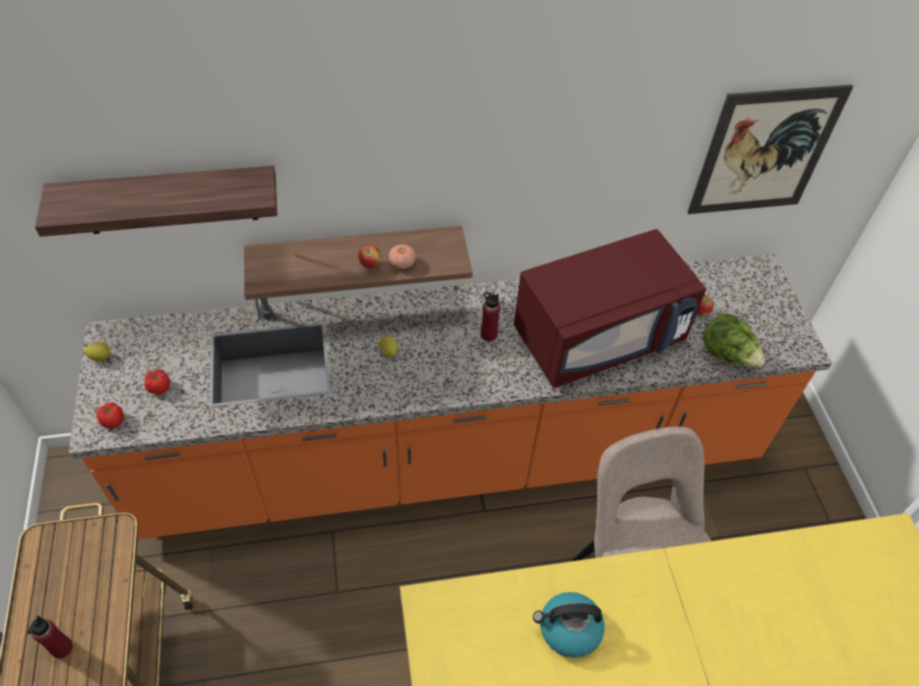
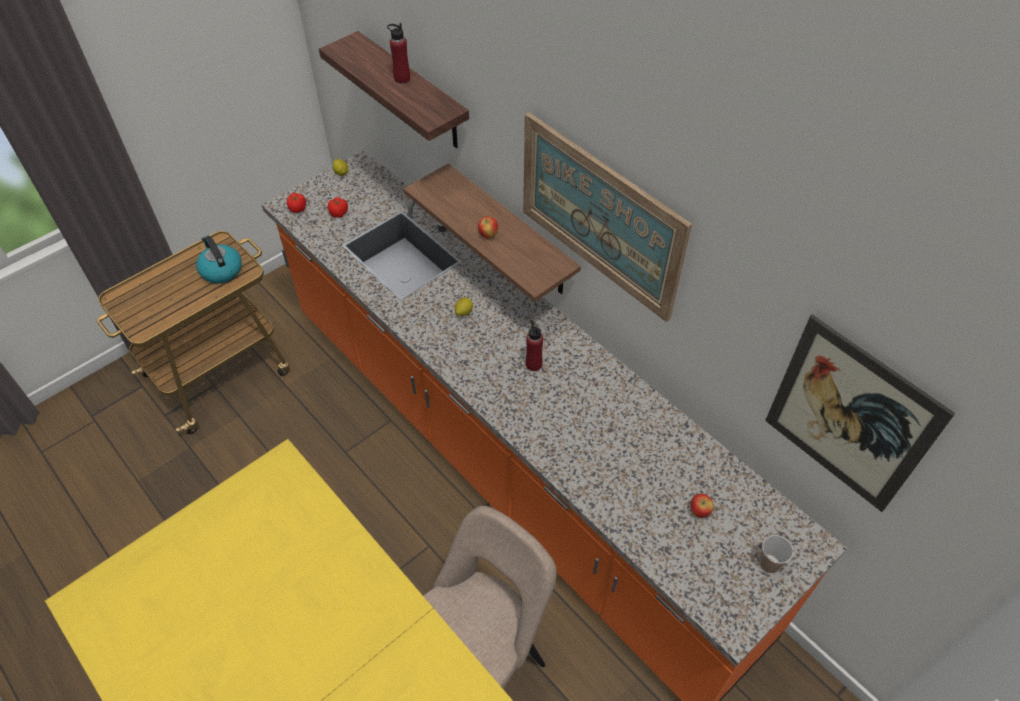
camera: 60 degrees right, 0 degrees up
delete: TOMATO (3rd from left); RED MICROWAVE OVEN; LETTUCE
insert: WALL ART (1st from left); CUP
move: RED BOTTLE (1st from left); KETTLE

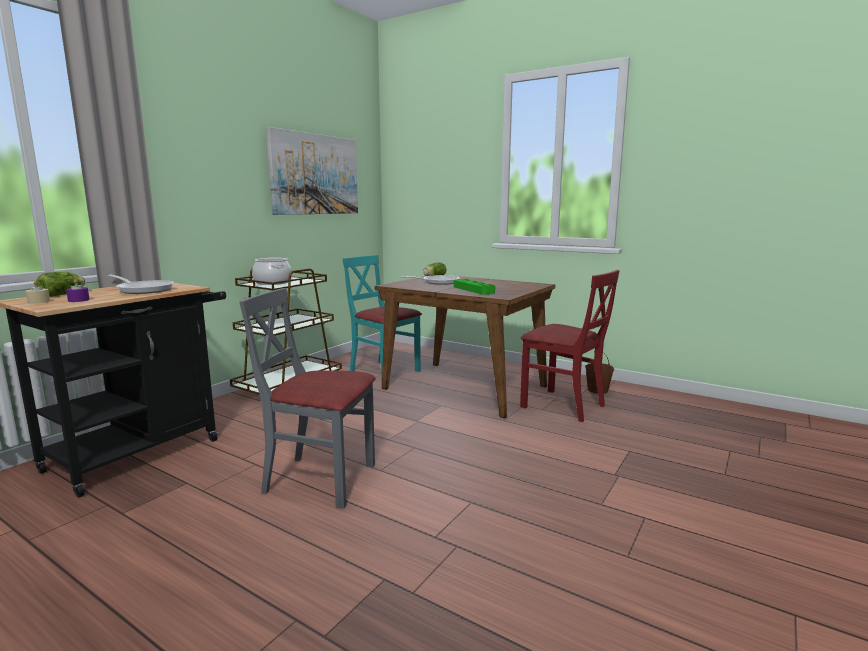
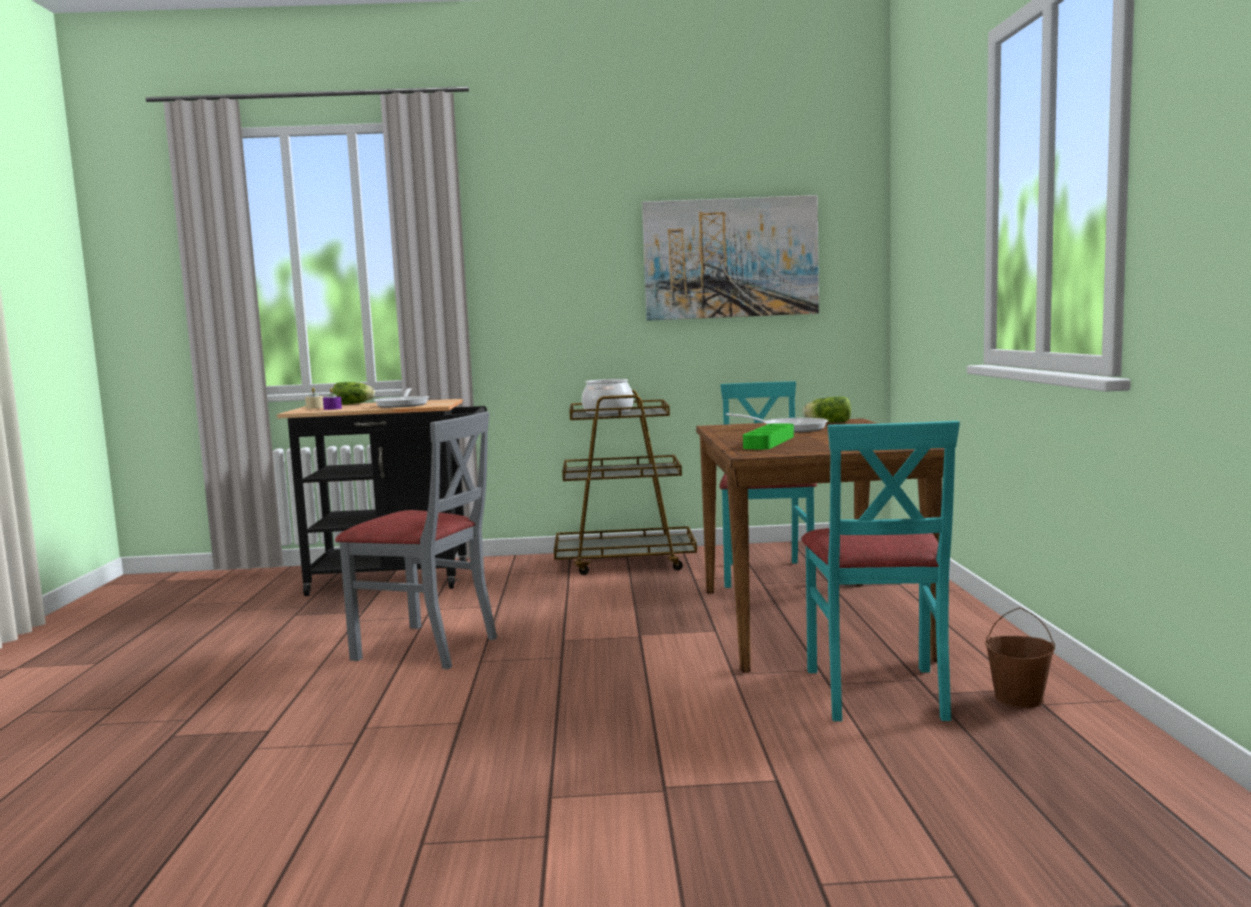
camera: 55 degrees right, 5 degrees down
recolor: RED UPRIGHT CHAIR to TURQUOISE UPRIGHT CHAIR (2nd from left)
rotate: GREY UPRIGHT CHAIR 135 degrees clockwise

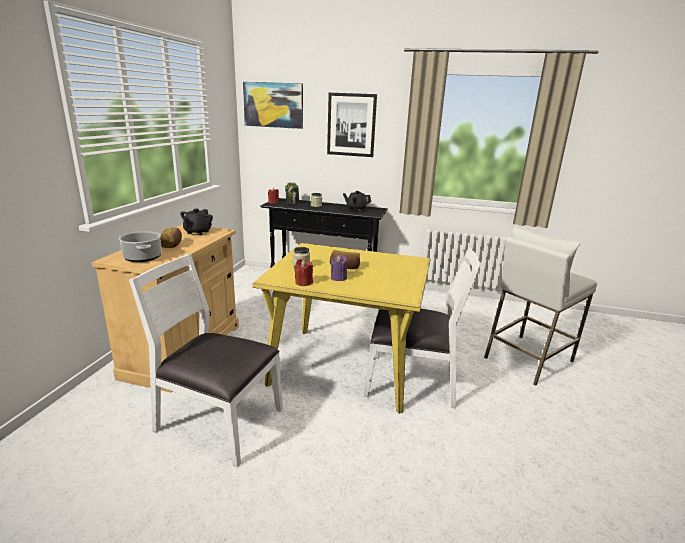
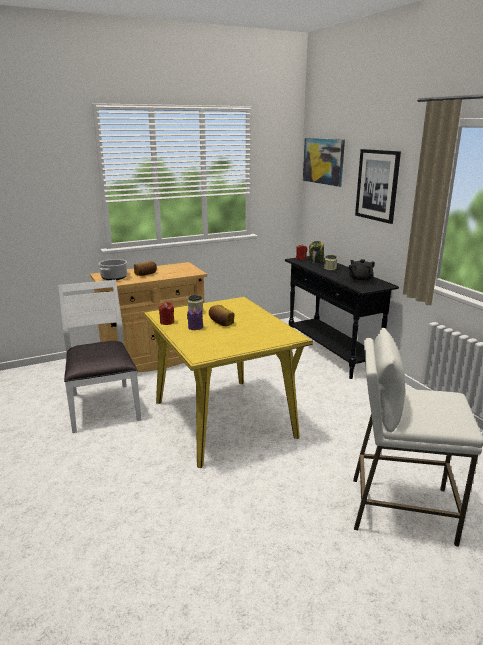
camera: 50 degrees right, 0 degrees up
delete: BLACKISH TEA POT (1st from left); WHITE UPRIGHT CHAIR (2nd from left)

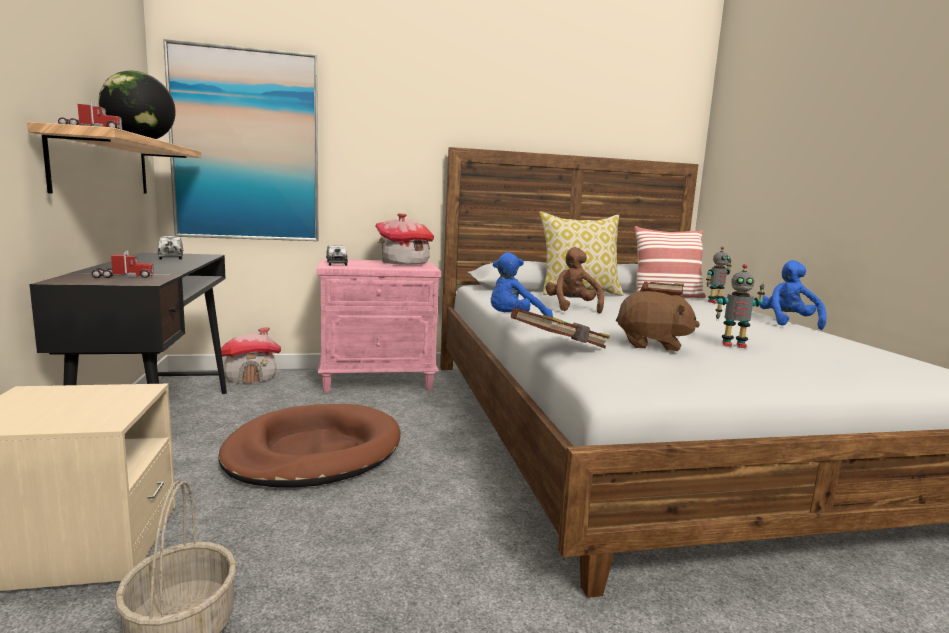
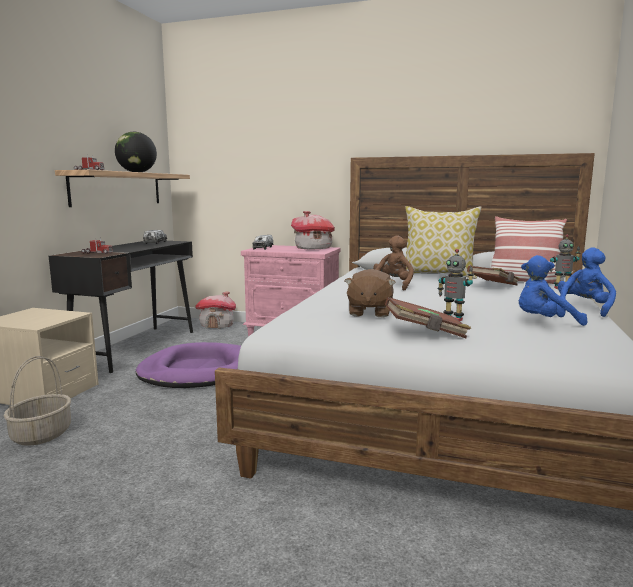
camera: 30 degrees right, 0 degrees up
delete: WALL ART
move: BLUE-COLOURED PLUSH TOY (1st from left); BROWN BOUND BOOK (1st from left)
recolor: BROWN DOG BED to PURPLE-COLOURED DOG BED
rotate: BROWN PLUSH TOY (2nd from left in the first image) 60 degrees clockwise

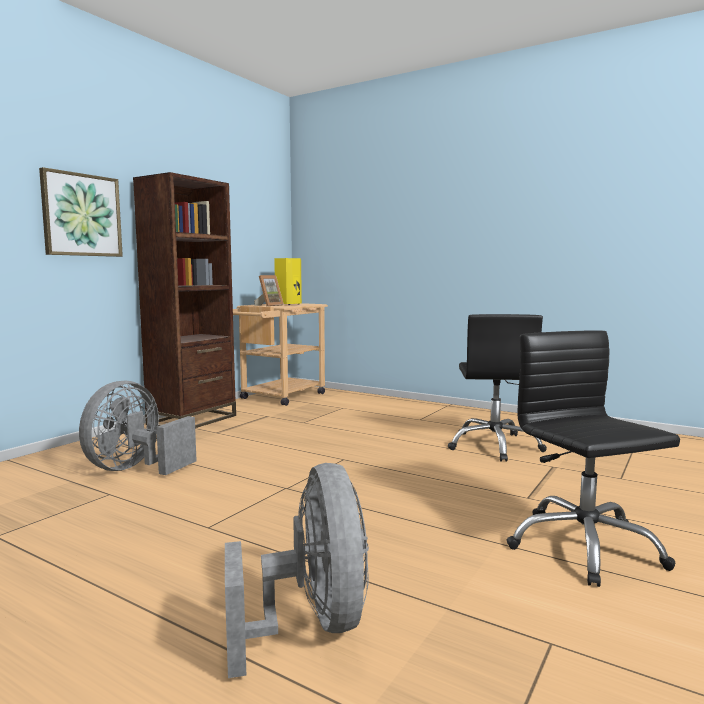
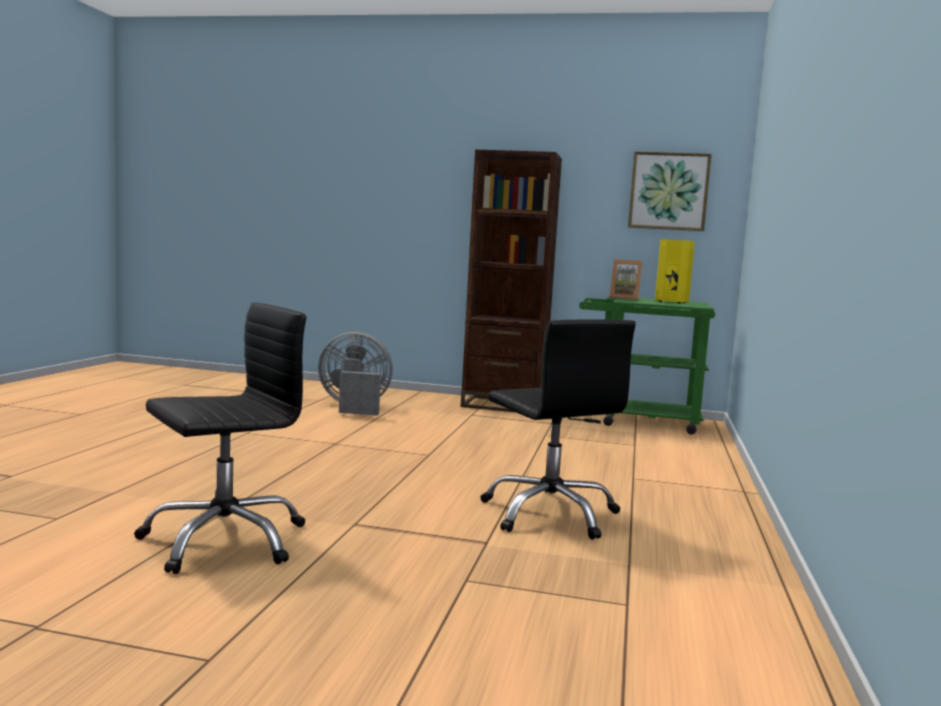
camera: 70 degrees right, 0 degrees up
delete: GREY FAN (2nd from left)
move: WALL ART
recolor: BEIGE WHEELED CART to GREEN WHEELED CART
rotate: BLACKISH OFFICE CHAIR (1st from left in the first image) 105 degrees counterclockwise

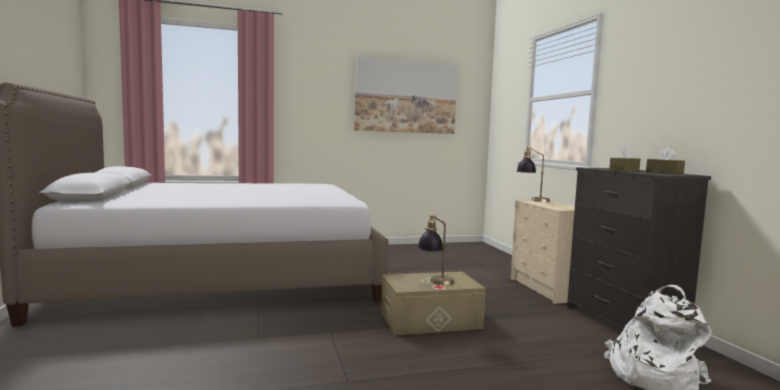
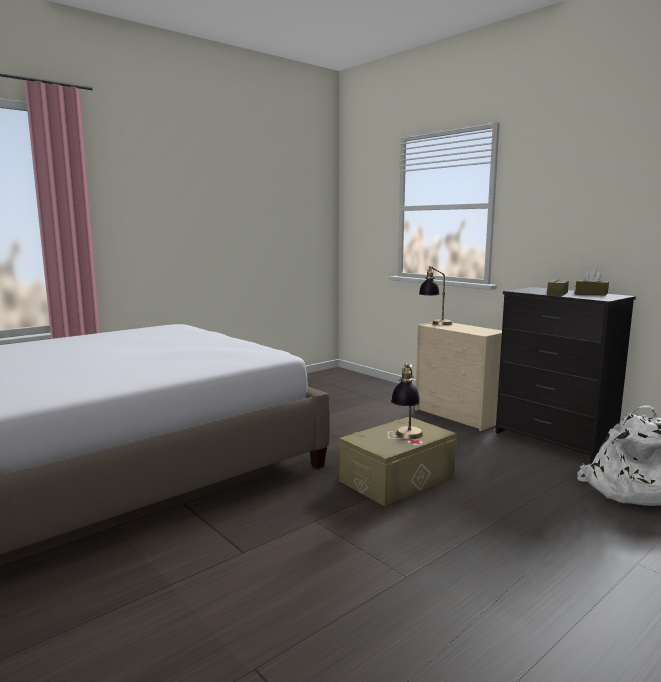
camera: 25 degrees left, 5 degrees up
delete: WALL ART

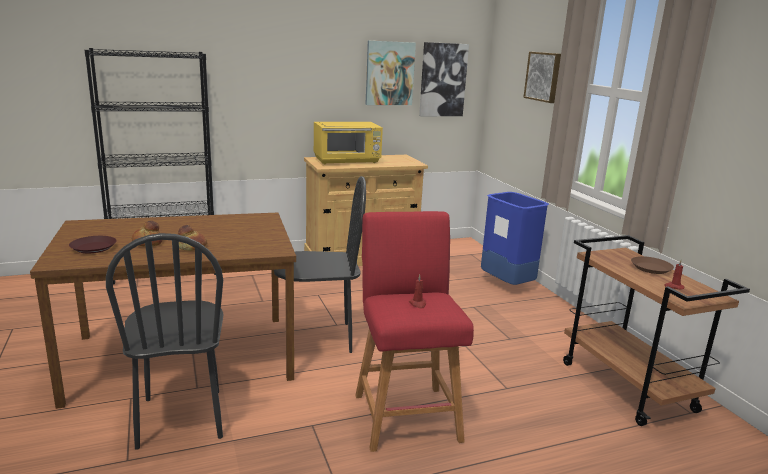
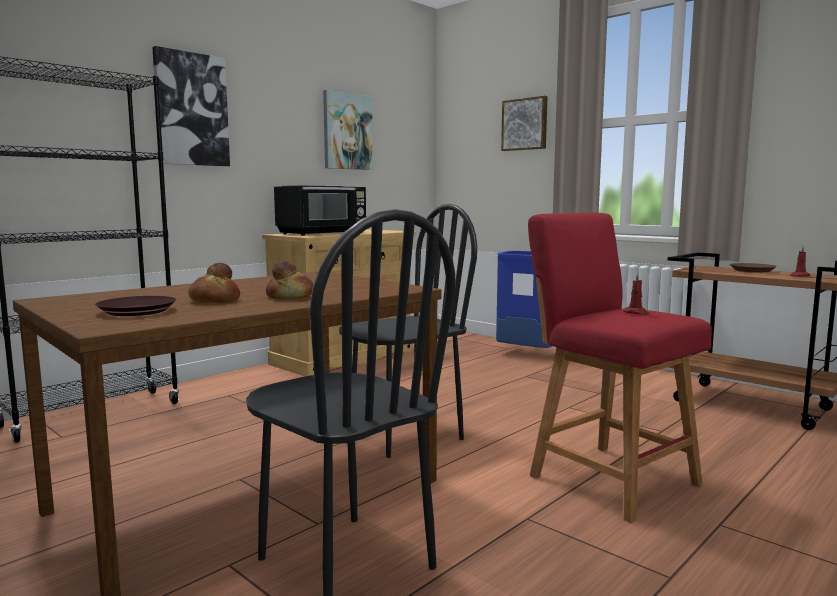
camera: 25 degrees left, 10 degrees down
move: WALL ART (2nd from left in the first image) to WALL ART (1st from left)
recolor: YELLOW-COLOURED MICROWAVE OVEN to BLACKISH MICROWAVE OVEN

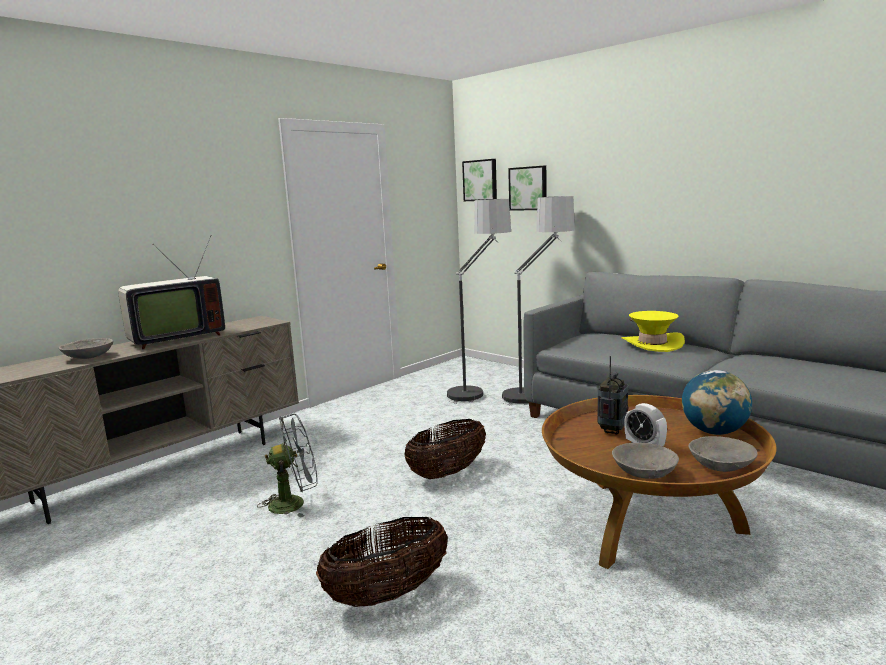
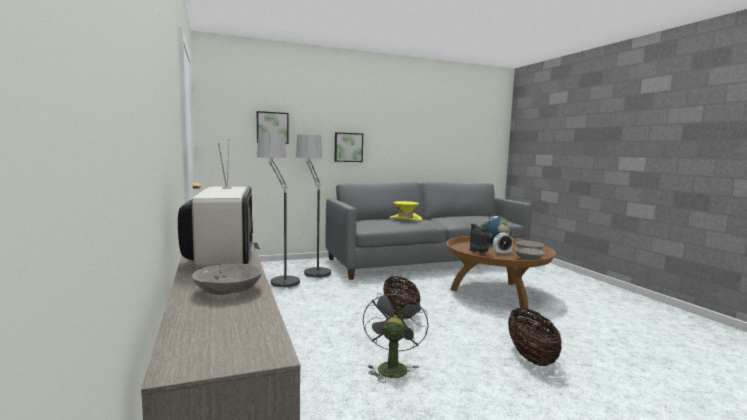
camera: 65 degrees left, 5 degrees down
move: WALL ART (1st from left in the first image) to WALL ART (2nd from left)

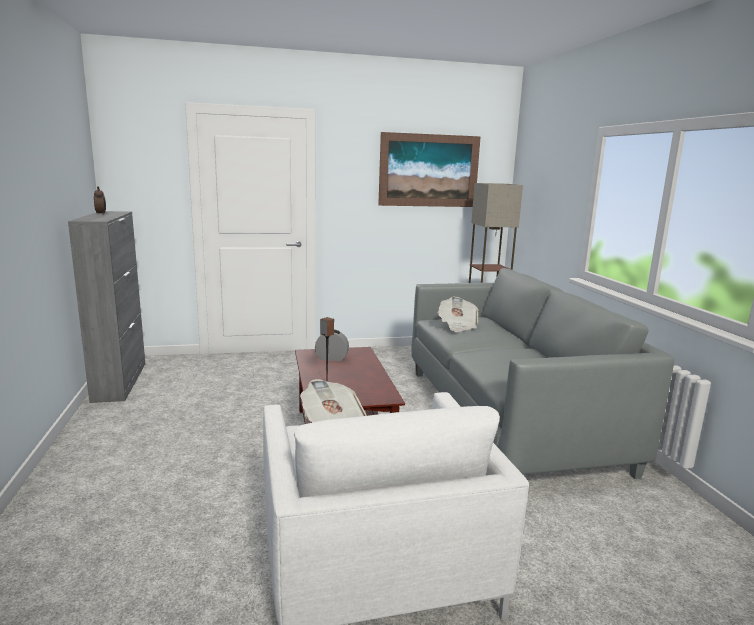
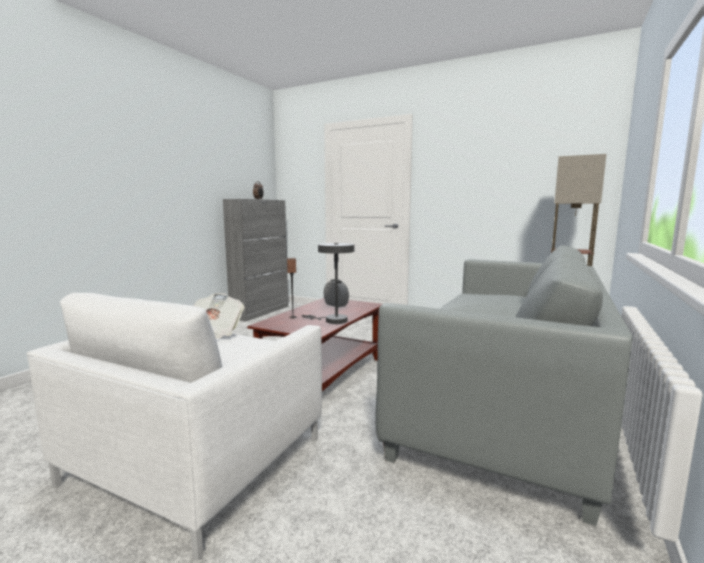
camera: 40 degrees right, 5 degrees down
delete: WALL ART; NEWSPAPER (2nd from left)
insert: GREY LAMP FOR A TABLE

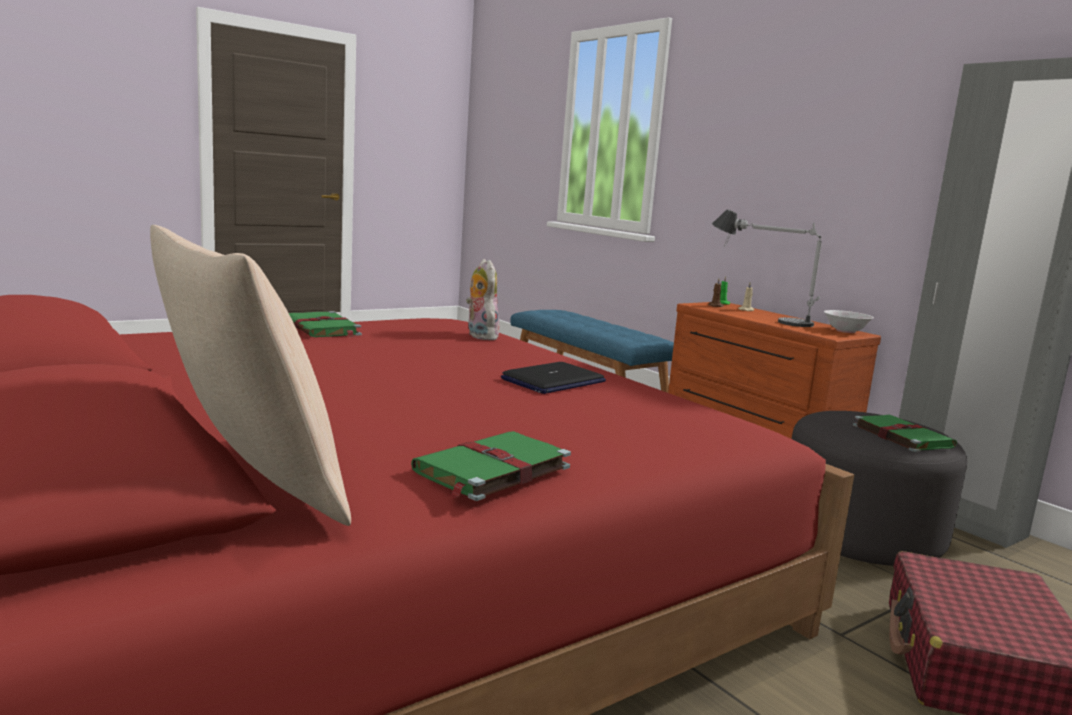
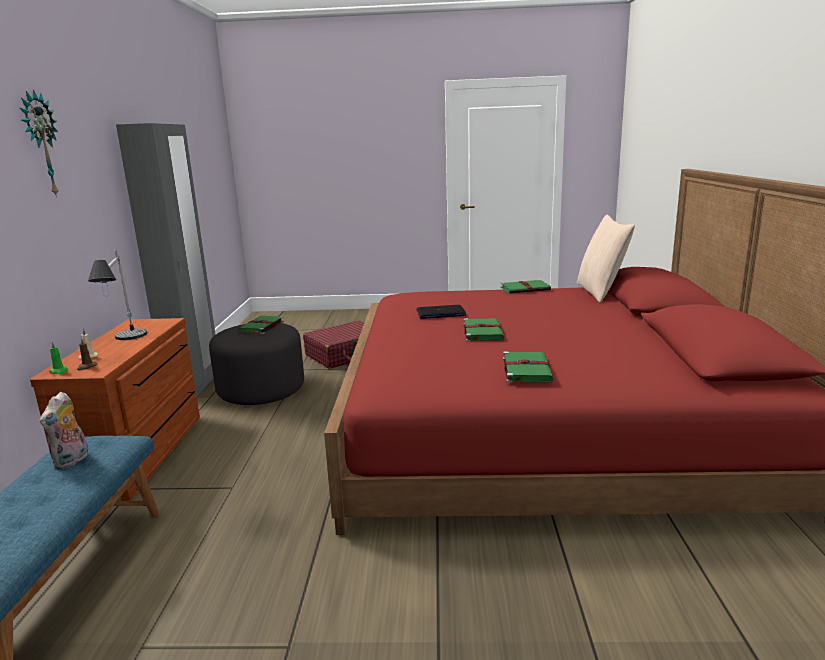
camera: 140 degrees left, 5 degrees up
delete: WHITE SERVING BOWL
insert: HANGING CLOCK; GREEN BOUND BOOK (2nd from left)
move: PLUSH TOY

